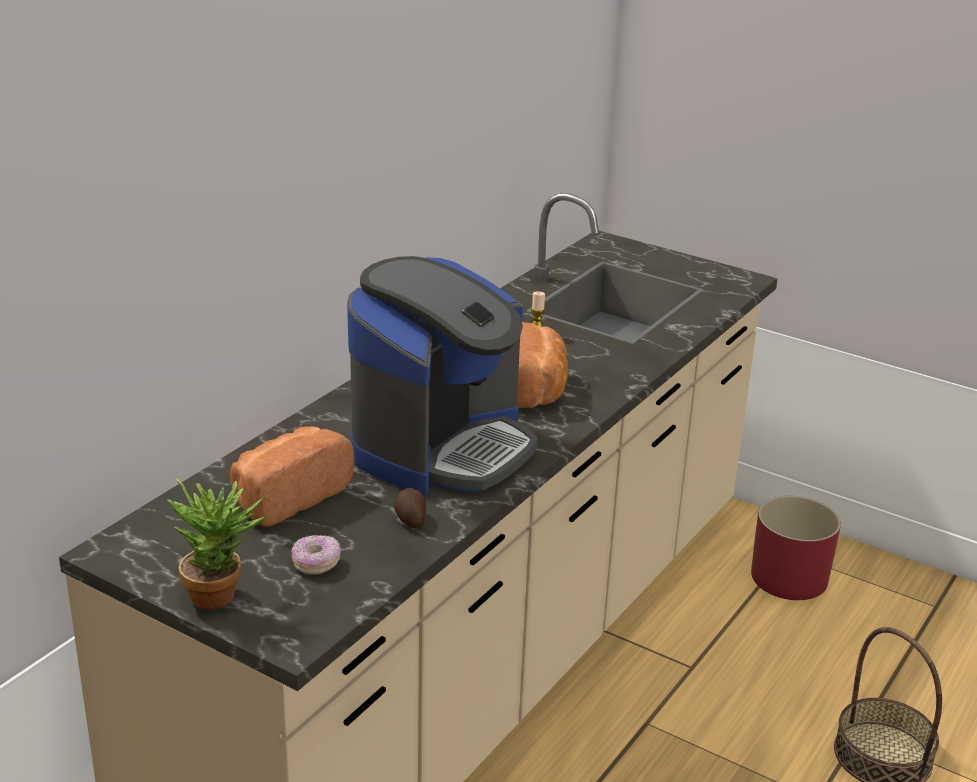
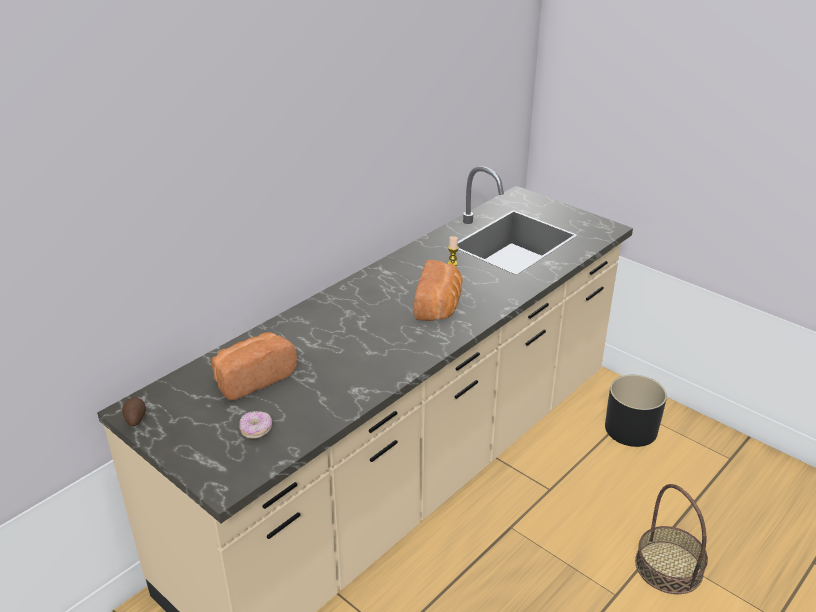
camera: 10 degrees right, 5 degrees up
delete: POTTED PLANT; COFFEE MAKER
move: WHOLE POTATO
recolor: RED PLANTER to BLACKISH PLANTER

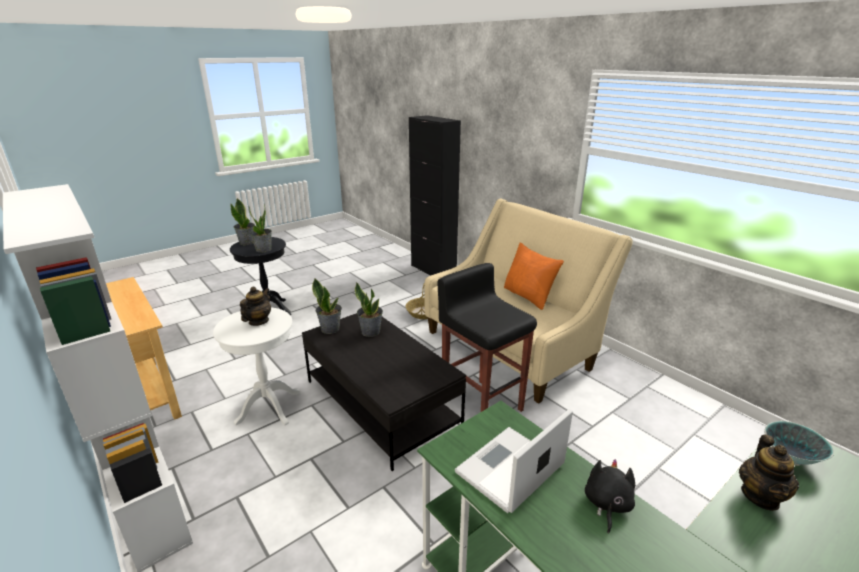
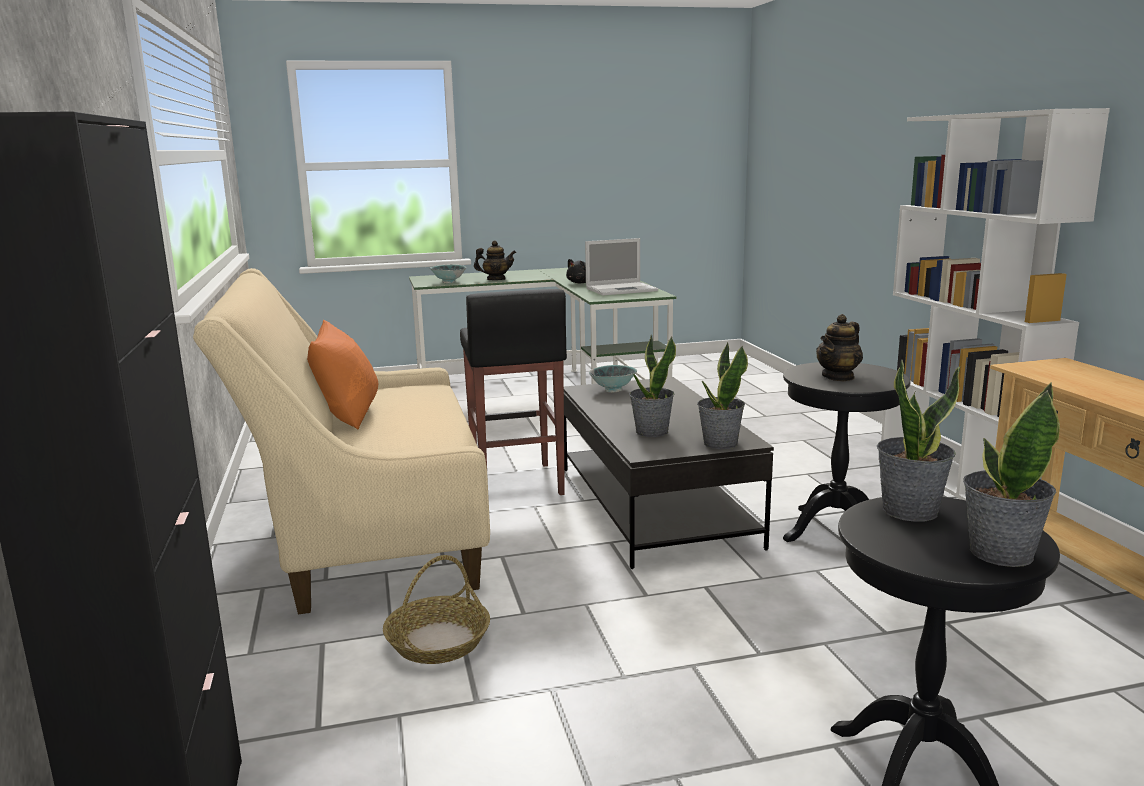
camera: 155 degrees left, 10 degrees down
insert: SERVING BOWL (2nd from left)
recolor: WHITE SIDE TABLE to BLACKISH SIDE TABLE (1st from left)
rotate: TEA POT (2nd from left in the first image) 45 degrees clockwise

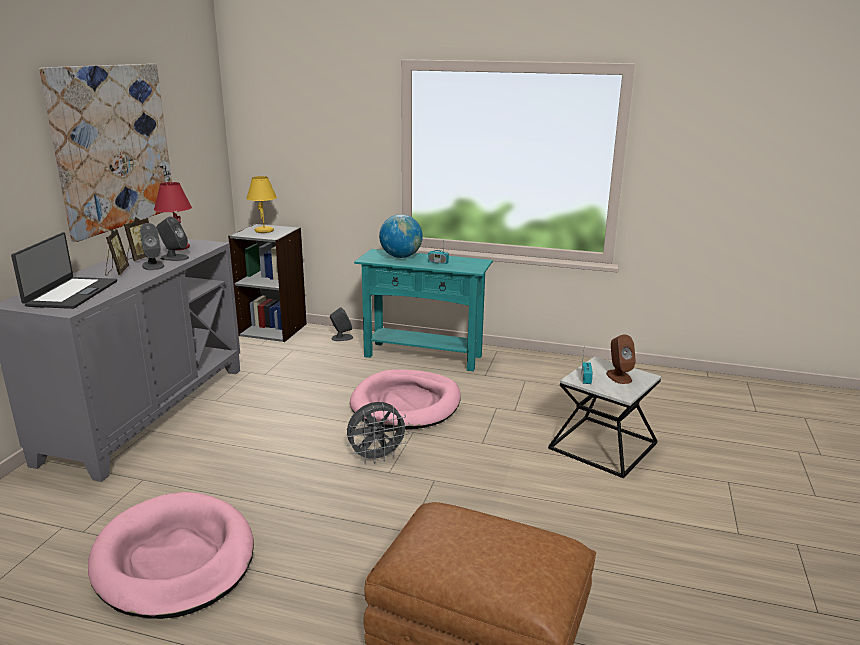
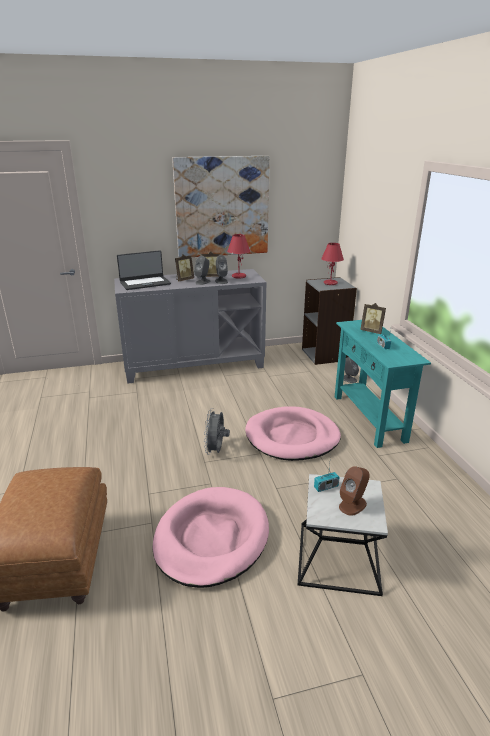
camera: 60 degrees right, 5 degrees up
move: PINK DOG BED (1st from left)
replace: WORLD GLOBE to PICTURE FRAME (3rd from left)
recolor: YELLOW-COLOURED LAMP FOR A TABLE to RED LAMP FOR A TABLE (2nd from left)
rotate: GREY FAN 60 degrees clockwise

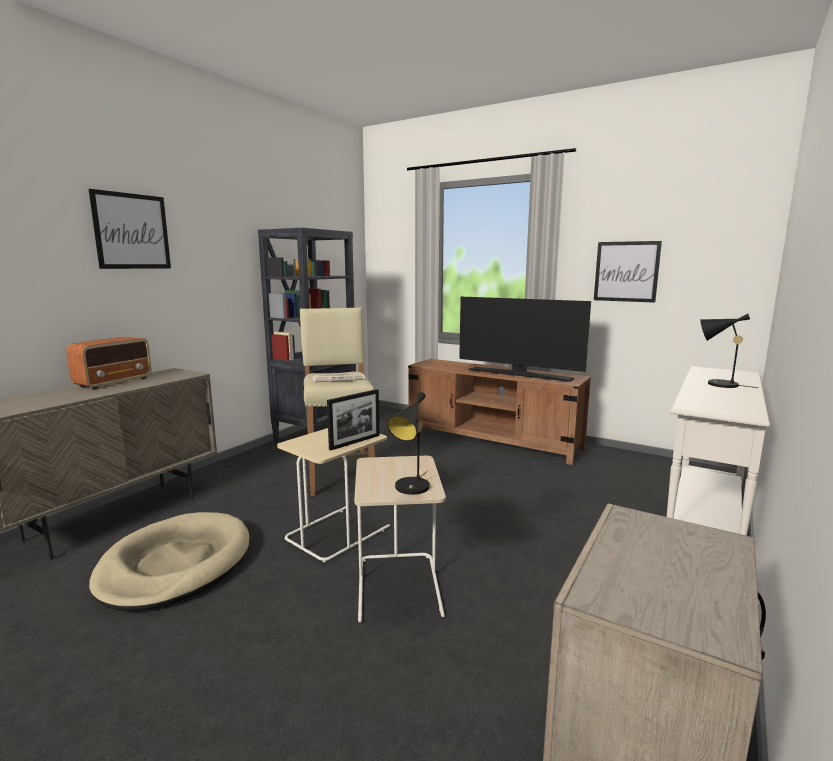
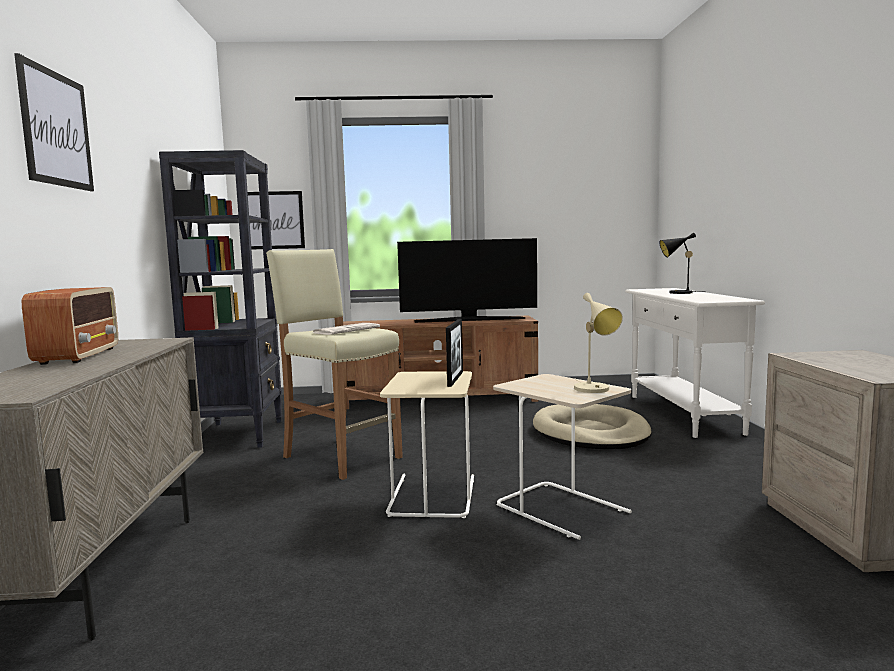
camera: 35 degrees left, 5 degrees down
move: BEIGE DOG BED; WALL ART (2nd from left)
recolor: BLACKISH LAMP FOR A TABLE (1st from left) to BEIGE LAMP FOR A TABLE

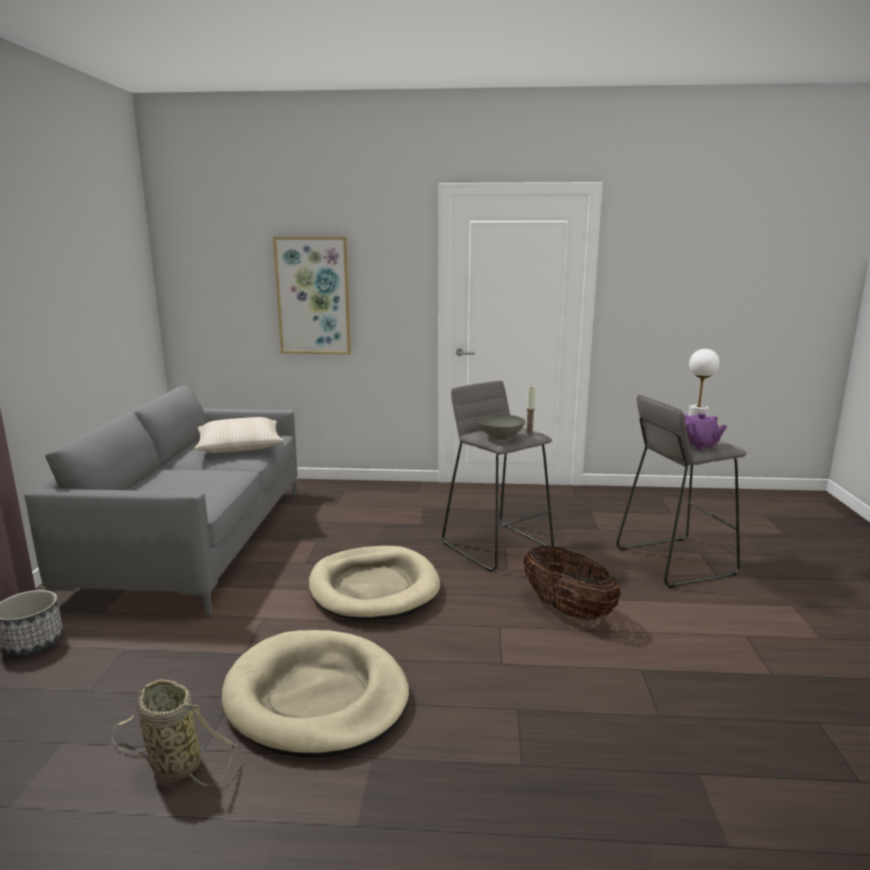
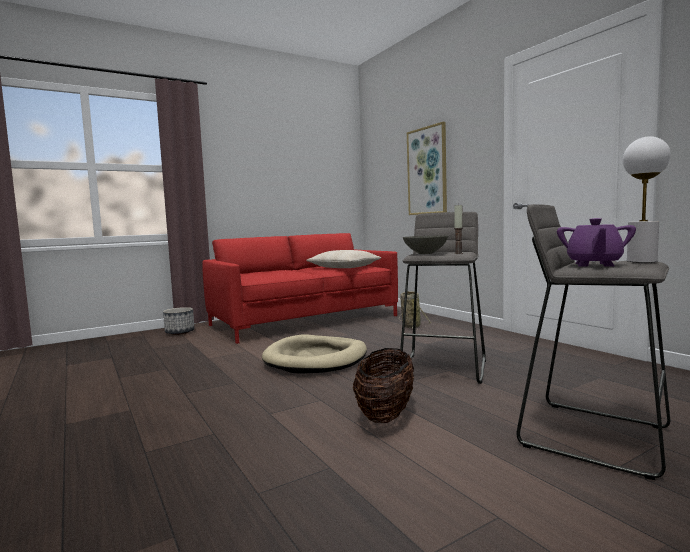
camera: 55 degrees right, 10 degrees down
delete: BEIGE DOG BED (1st from left)
move: HOUSEHOLD BASKET (1st from left in the first image) to HOUSEHOLD BASKET (2nd from left)
recolor: GREY SOFA to RED SOFA

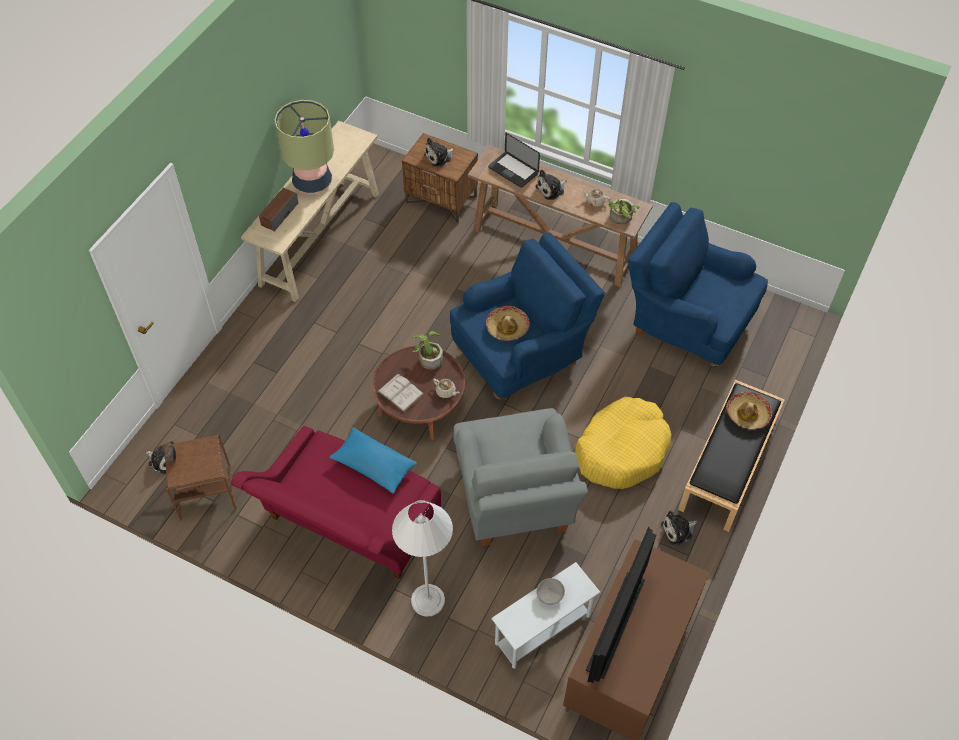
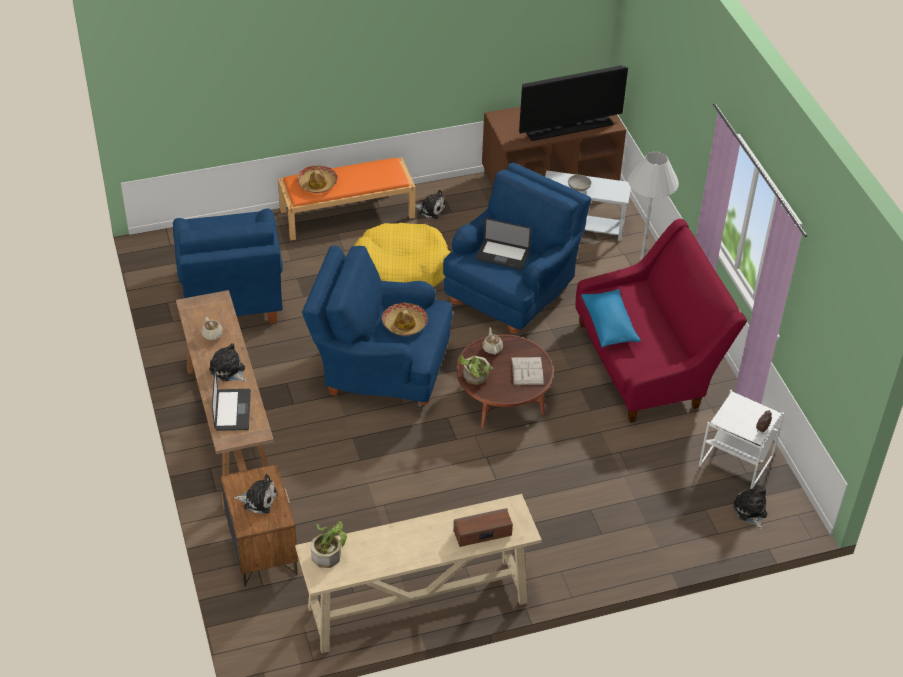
camera: 135 degrees left, 10 degrees down
delete: LAMP FOR A TABLE
insert: PORTABLE COMPUTER (2nd from left)
move: POTTED PLANT (2nd from left in the first image) to POTTED PLANT (1st from left)
recolor: BROWN SIDE TABLE to WHITE SIDE TABLE (2nd from left); GREY ARMCHAIR to BLUE-COLOURED ARMCHAIR (3rd from left); BLACKISH INDOOR BENCH to ORANGE-COLOURED INDOOR BENCH
rotate: PLUSH TOY (3rd from left in the first image) 150 degrees counterclockwise

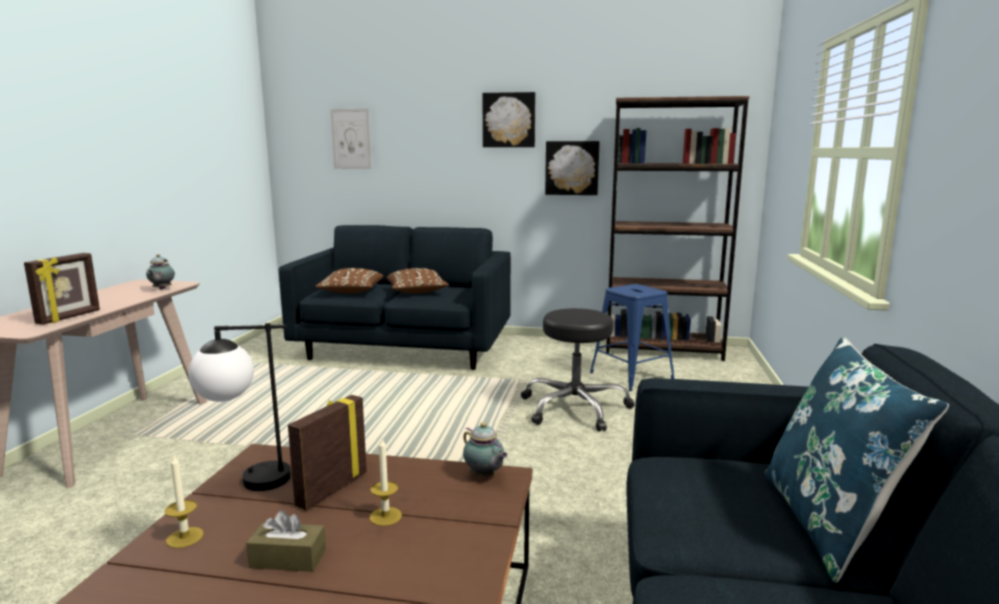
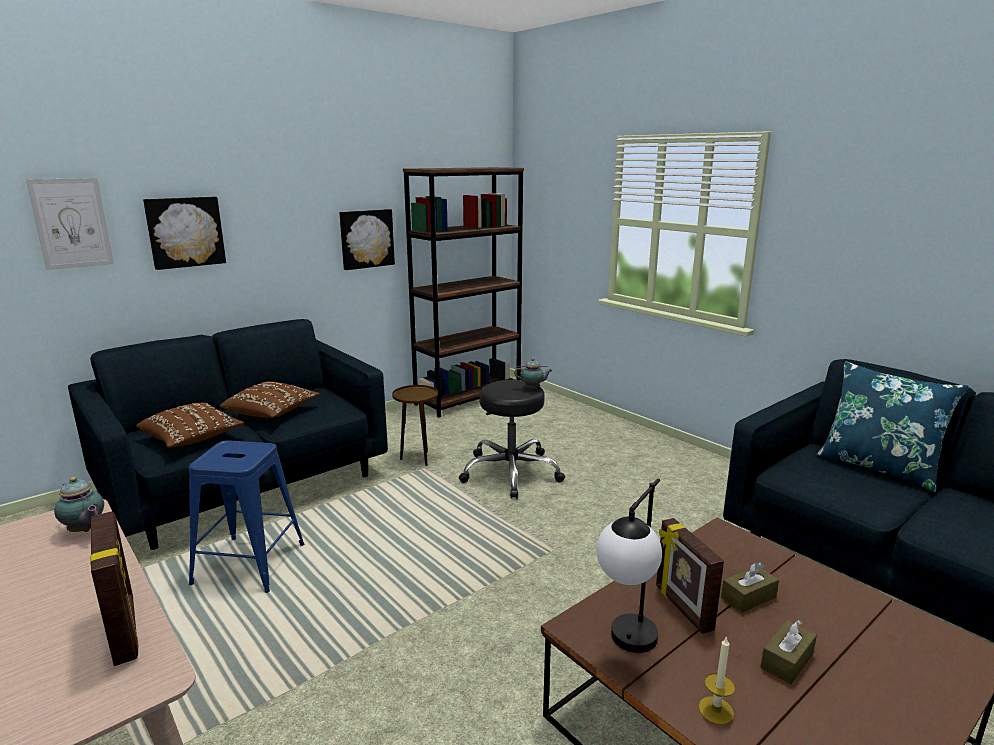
camera: 50 degrees left, 5 degrees up
insert: BROWN SIDE TABLE
move: TEA POT (2nd from left); WALL ART (2nd from left); BLUE-COLOURED STOOL
replace: WAX CANDLE (2nd from left) to BROWN TISSUE HOLDER (1st from left)

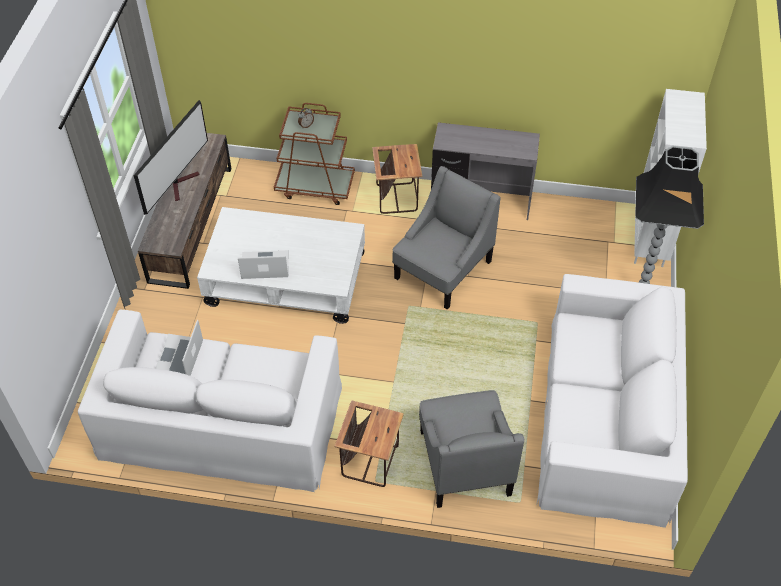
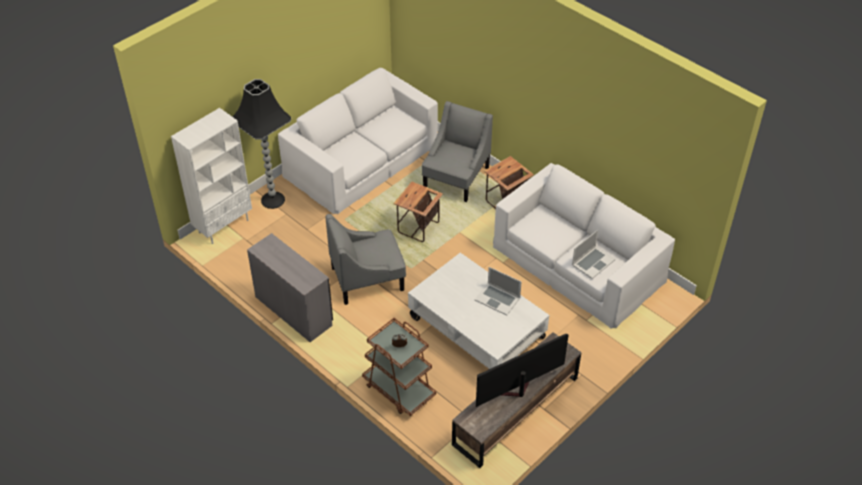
camera: 145 degrees left, 5 degrees down
move: SIDE TABLE (2nd from left in the first image) to SIDE TABLE (1st from left)

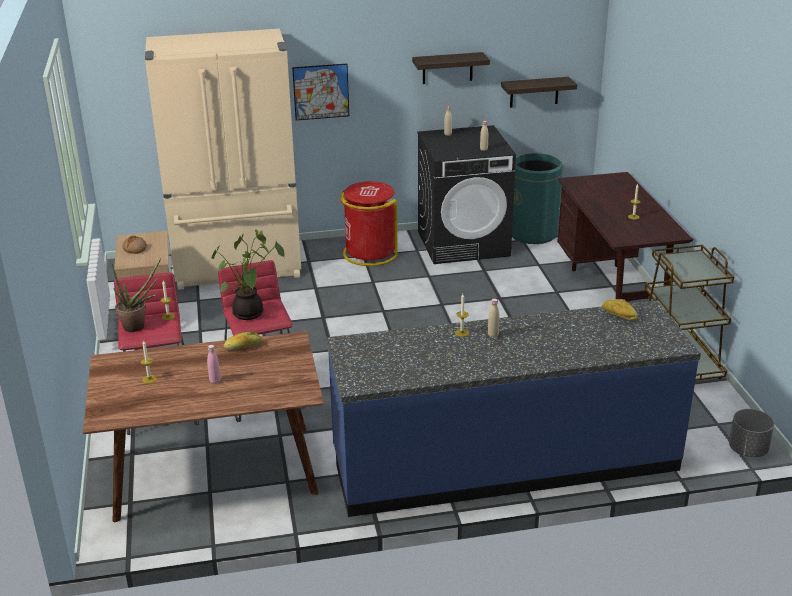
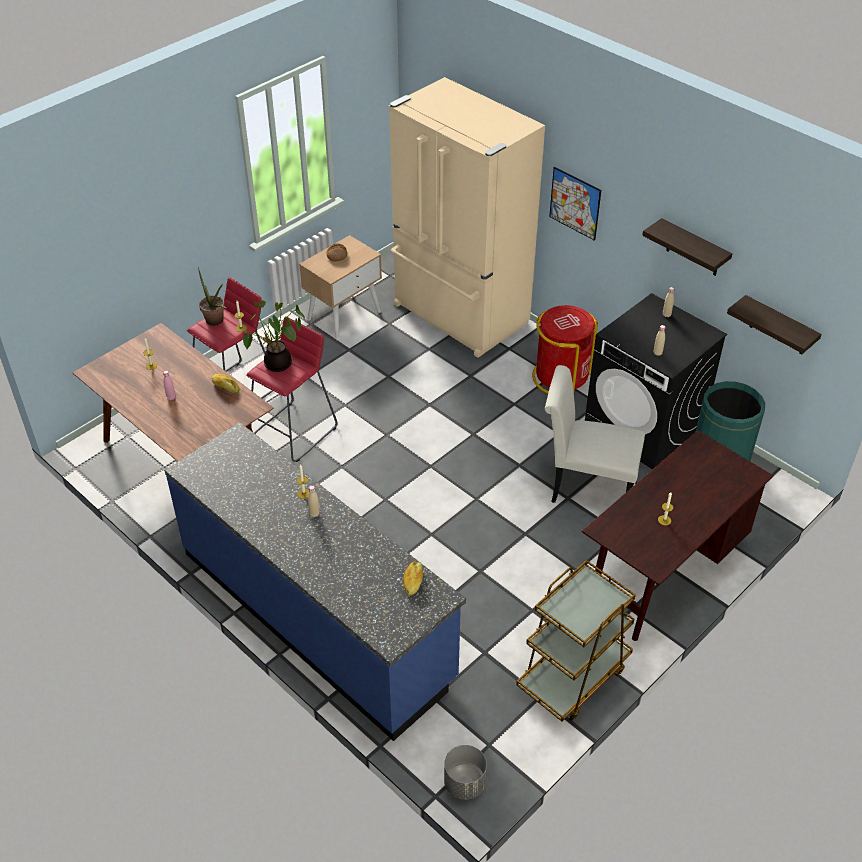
camera: 55 degrees right, 15 degrees up
insert: WHITE UPRIGHT CHAIR

